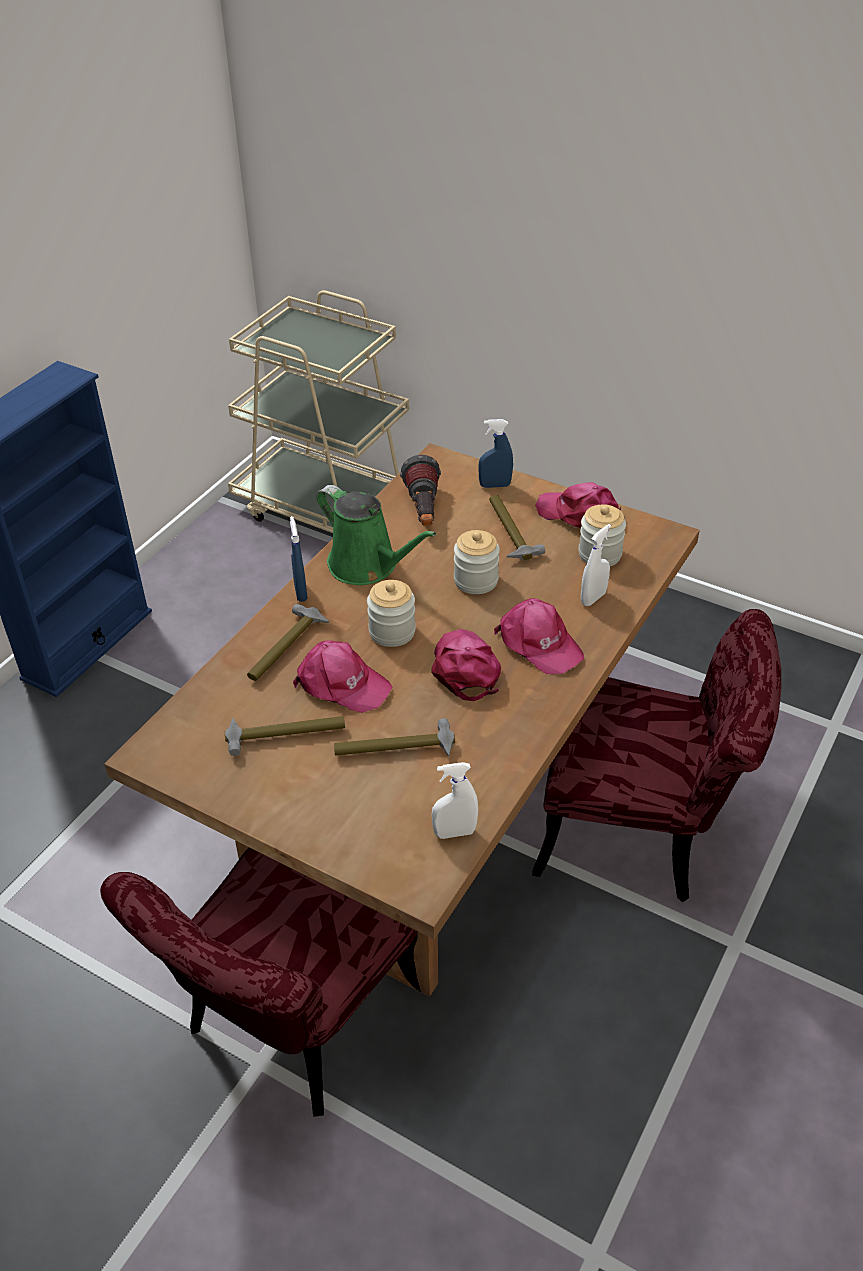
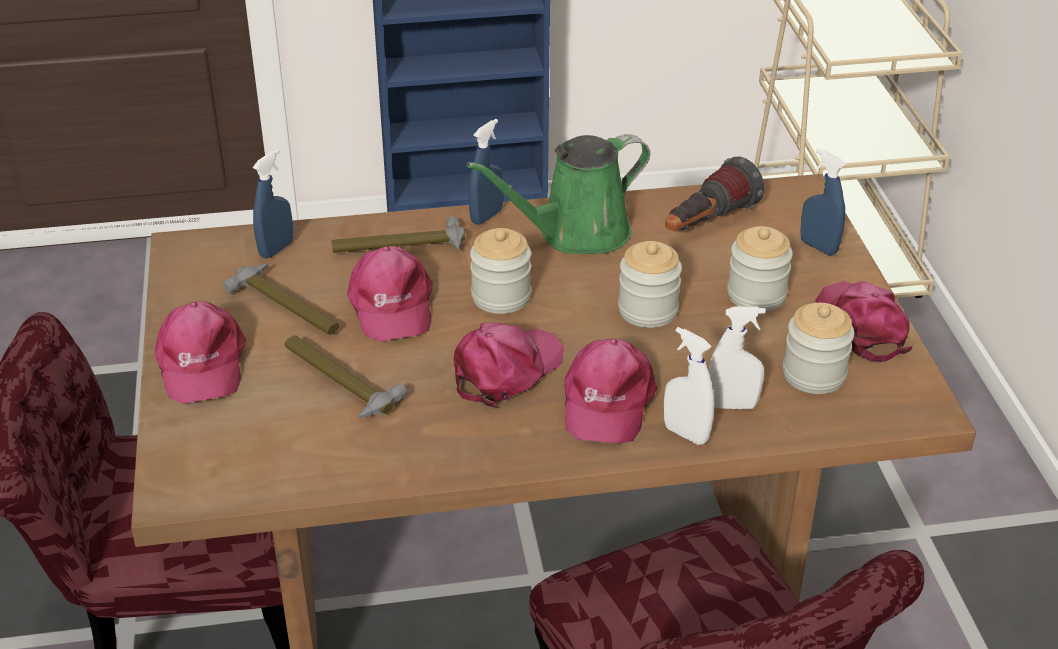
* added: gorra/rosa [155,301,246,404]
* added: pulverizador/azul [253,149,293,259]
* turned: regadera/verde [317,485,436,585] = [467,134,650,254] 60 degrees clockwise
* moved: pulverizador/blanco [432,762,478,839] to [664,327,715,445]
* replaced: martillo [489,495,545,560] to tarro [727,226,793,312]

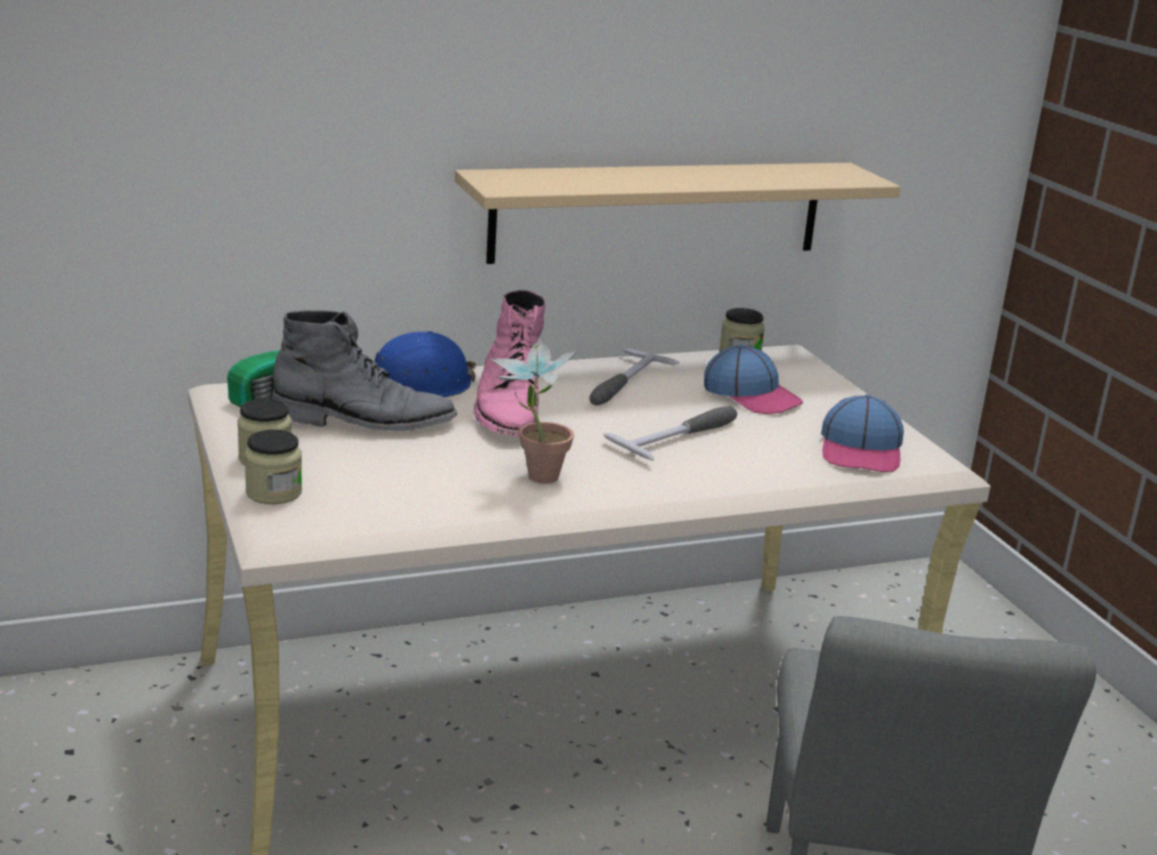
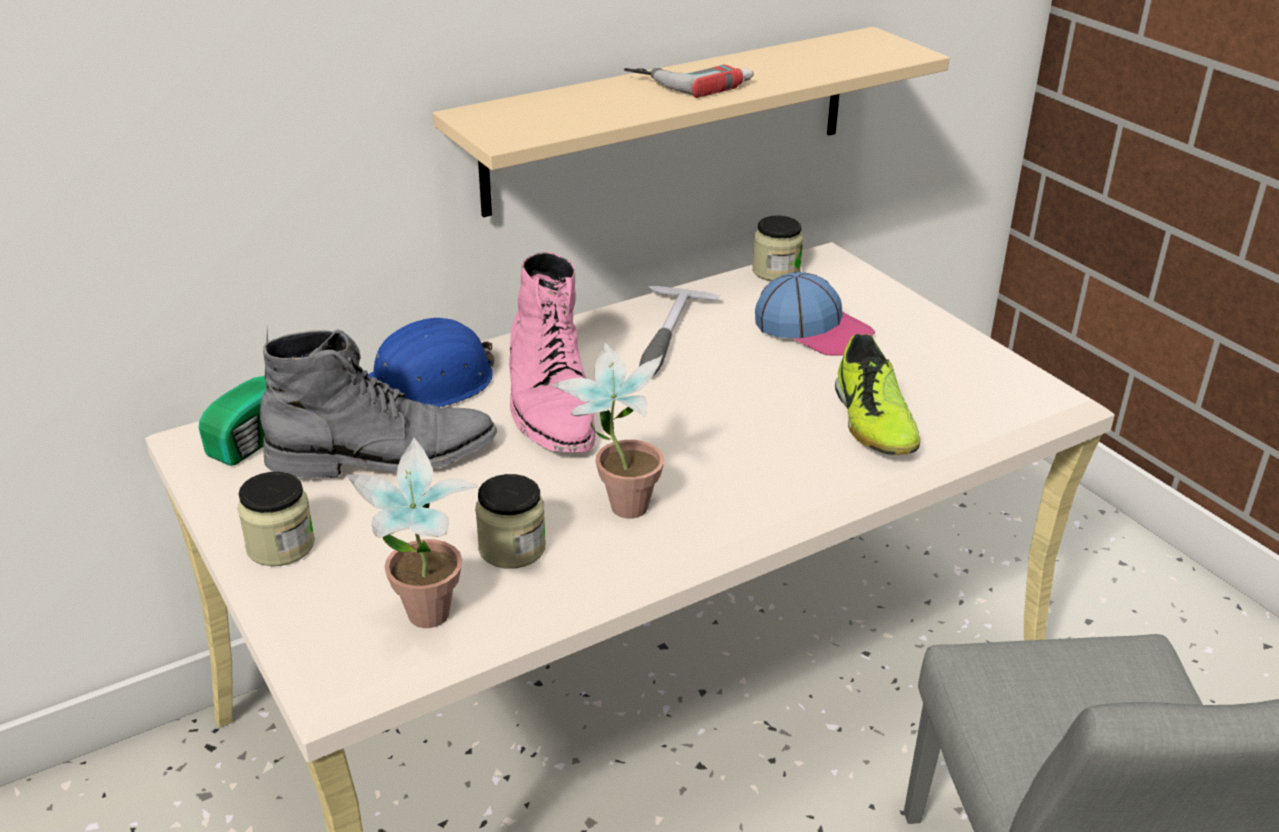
* added: planta en maceta [346,437,479,628]
* moved: tarro [245,430,302,504] to [475,474,546,569]
* added: taladro [624,65,754,98]
* added: zapato [835,334,920,455]
* removed: martillo [603,407,737,461]
* removed: gorra [821,395,904,472]

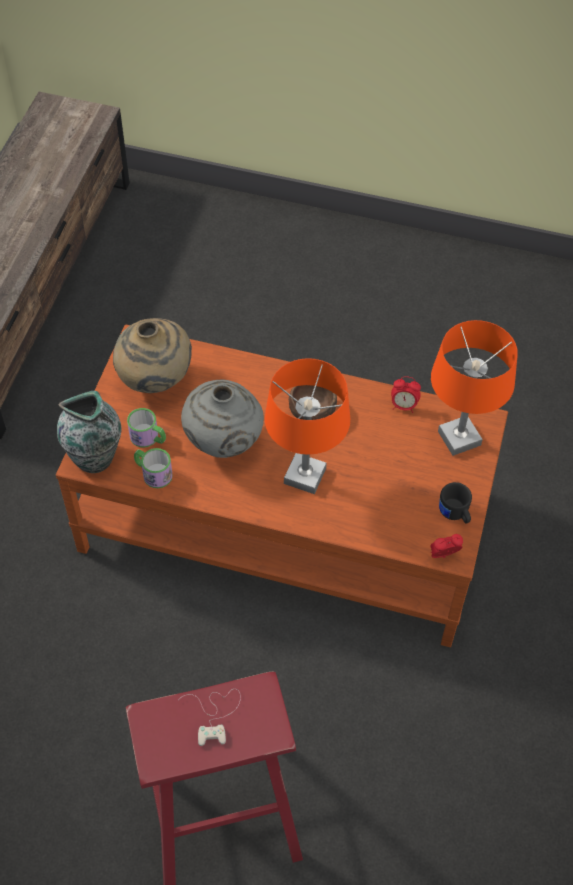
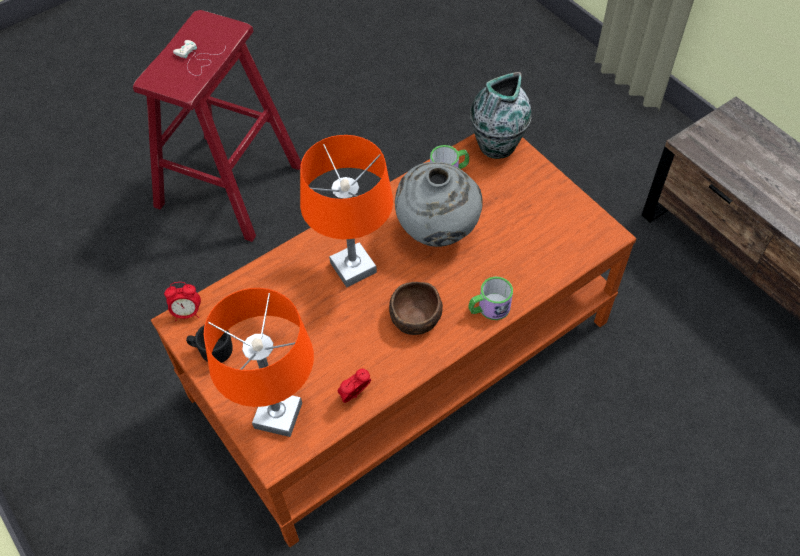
* turned: despertador [430,534,463,558] = [164,282,201,321] 60 degrees clockwise
* moved: taza grande [127,408,166,448] to [469,277,513,320]
* removed: florero/beis [113,318,192,393]

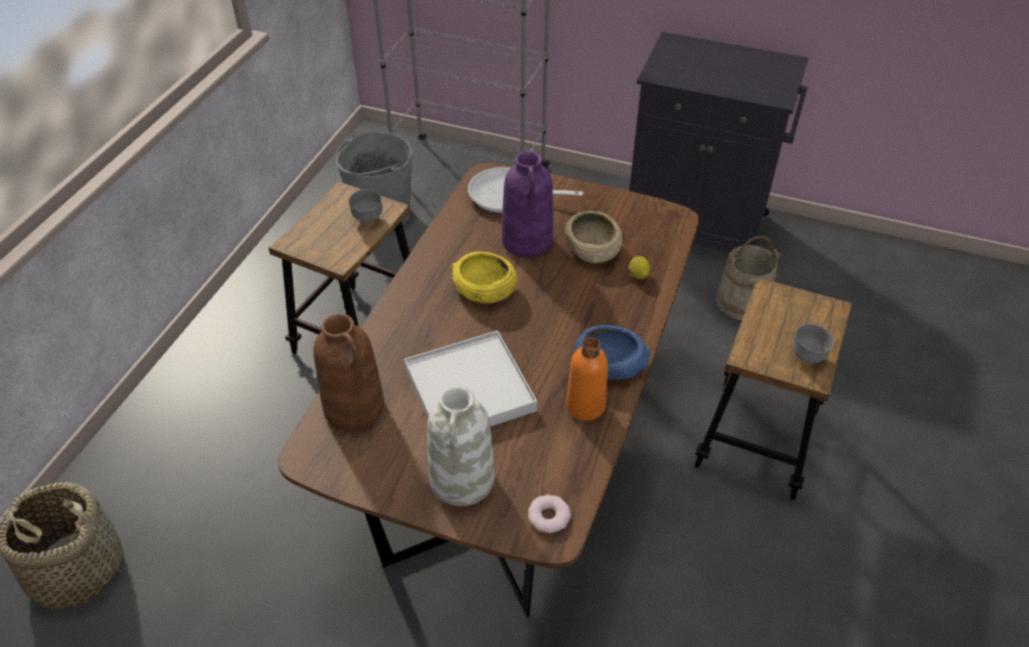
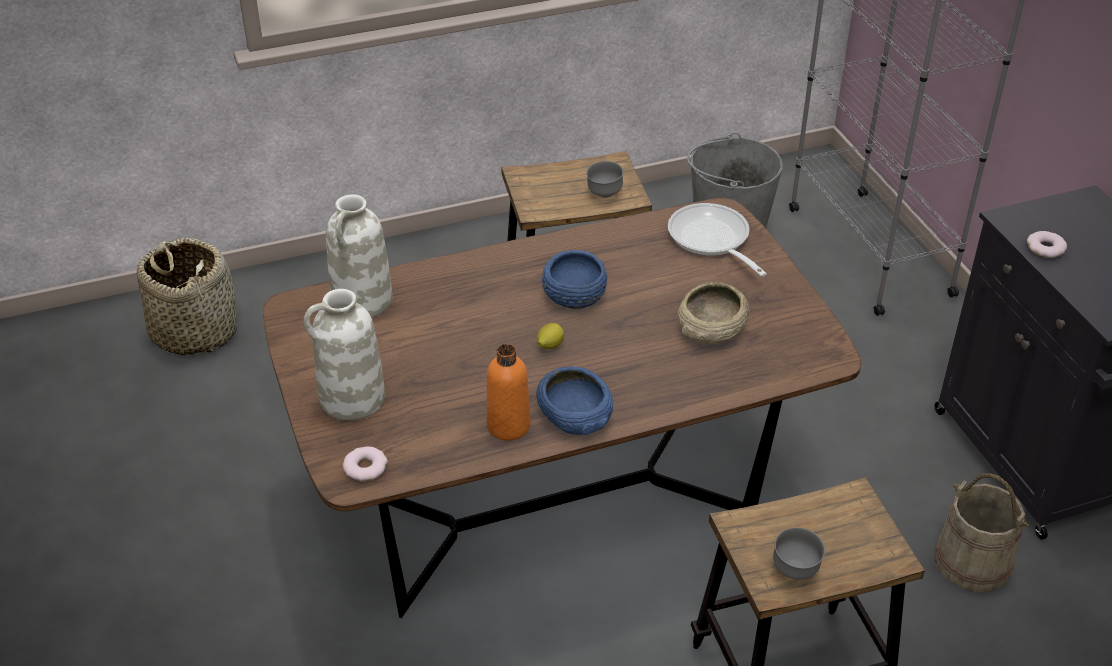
* recoloured: florero/marrón [313,314,384,431] to florero/blanco [326,194,393,318]
* moved: limón [629,256,650,279] to [537,323,564,349]
* recoloured: cuenco/amarillo [452,251,518,304] to cuenco/azul [542,250,607,309]
* added: rosquilla [1027,231,1067,258]
* removed: bandeja/blanco [404,330,537,427]
* removed: florero/morado [502,151,553,258]

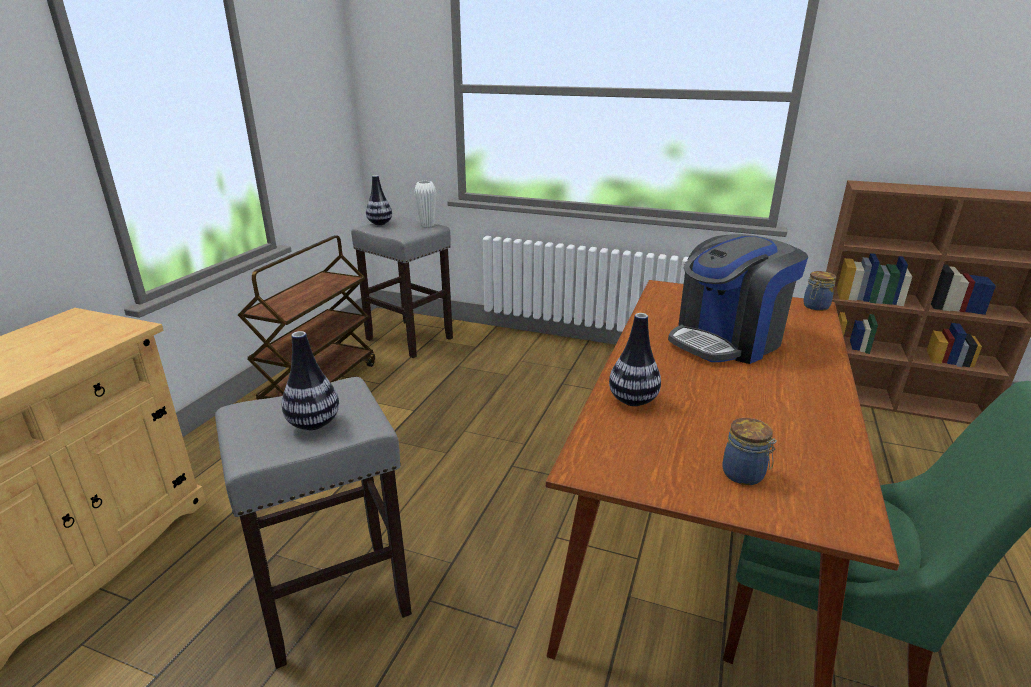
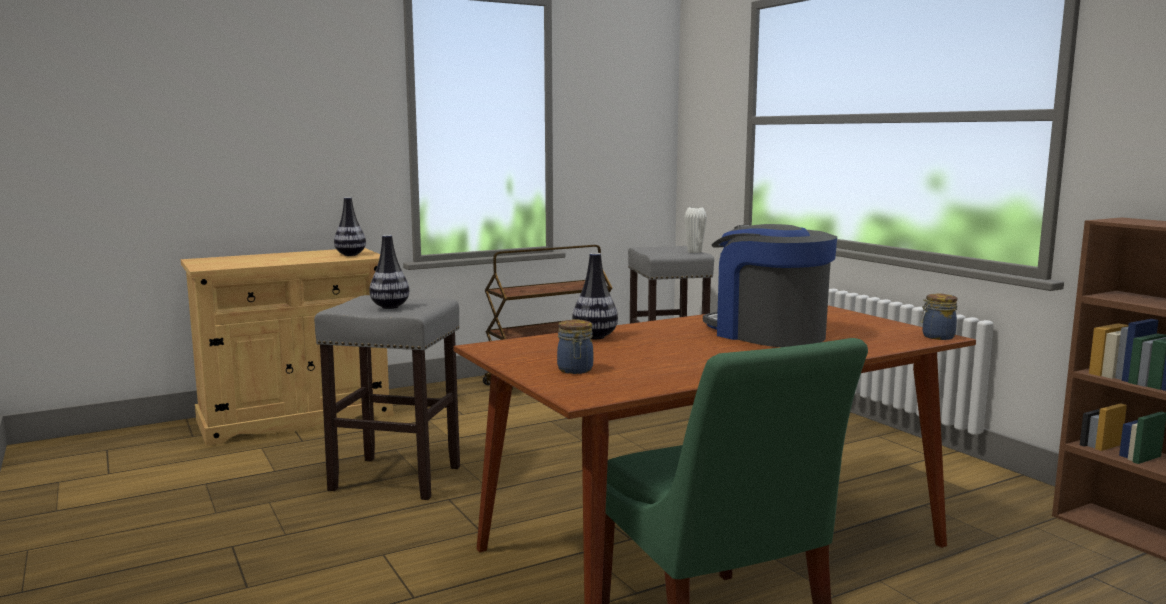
* moved: florero [366,175,392,225] to [334,197,366,256]
* turned: cafetera [668,234,808,364] = [703,224,837,347] 45 degrees clockwise

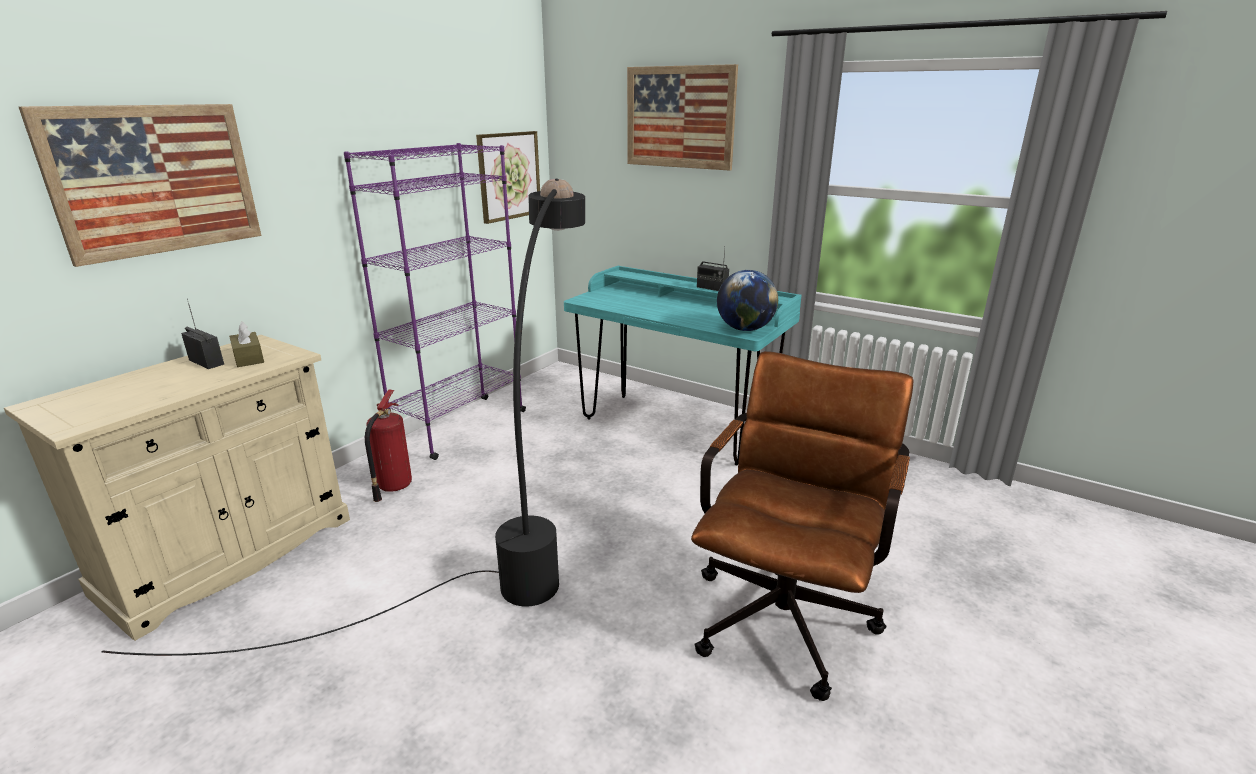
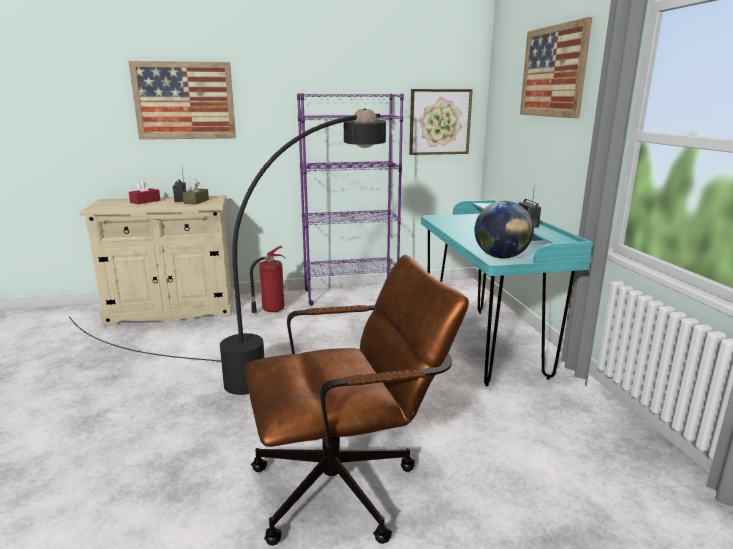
* added: caja de pañuelos/rojo [129,180,160,204]

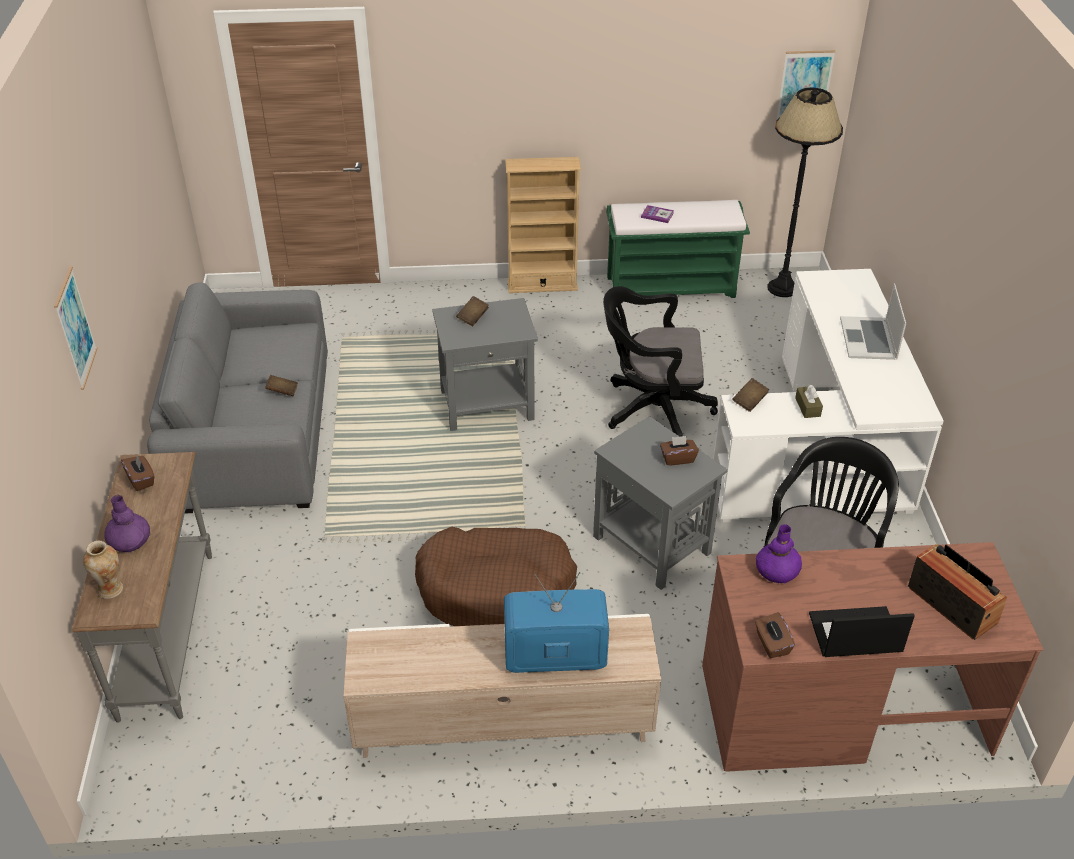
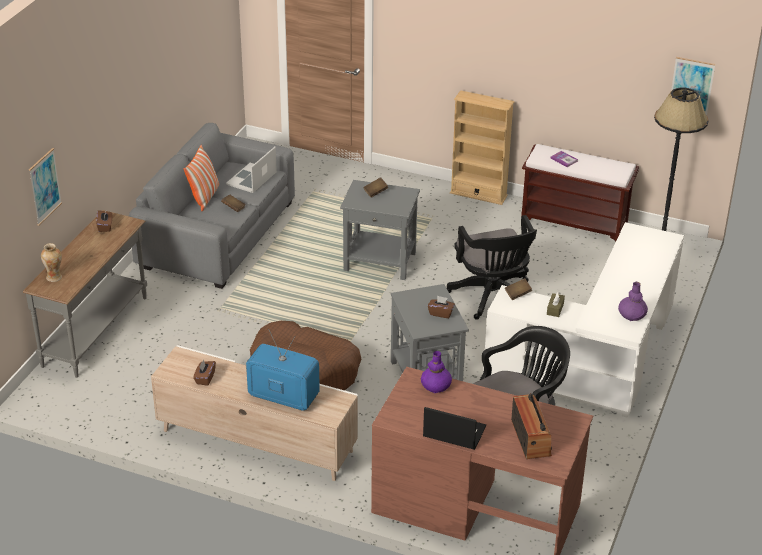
* moved: cuadro [54,266,98,390] to [29,148,62,226]
* added: cojín [184,145,219,211]
* moved: caja de pañuelos/marrón [755,612,795,658] to [193,360,216,386]
* moved: portátil [840,284,906,360] to [226,147,277,193]
* turned: silla de oficina/negro [603,286,718,437] = [447,215,537,320] 135 degrees counterclockwise
* recoloured: banco/verde [606,200,750,298] to banco/marrón [521,144,639,241]
* moved: florero/morado [104,495,150,553] to [618,282,648,321]

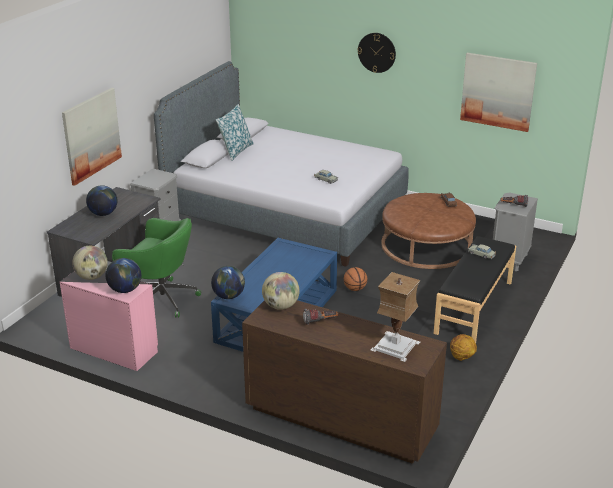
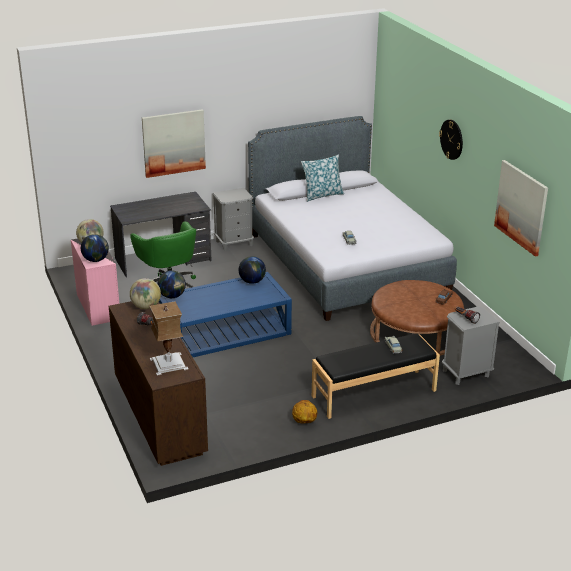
* moved: globo terráqueo [86,185,117,216] to [239,256,266,284]
* removed: balón de baloncesto [344,267,367,291]

